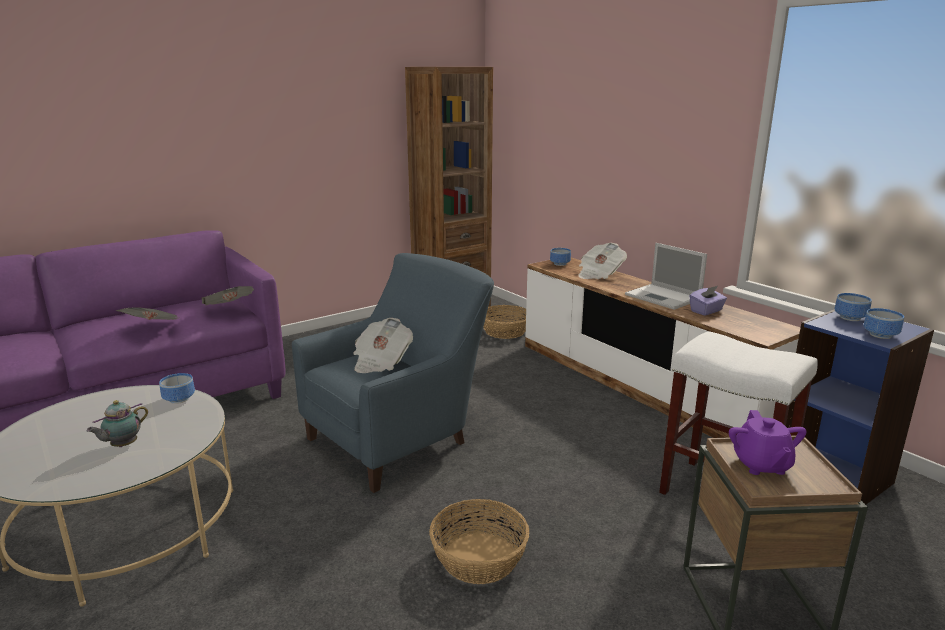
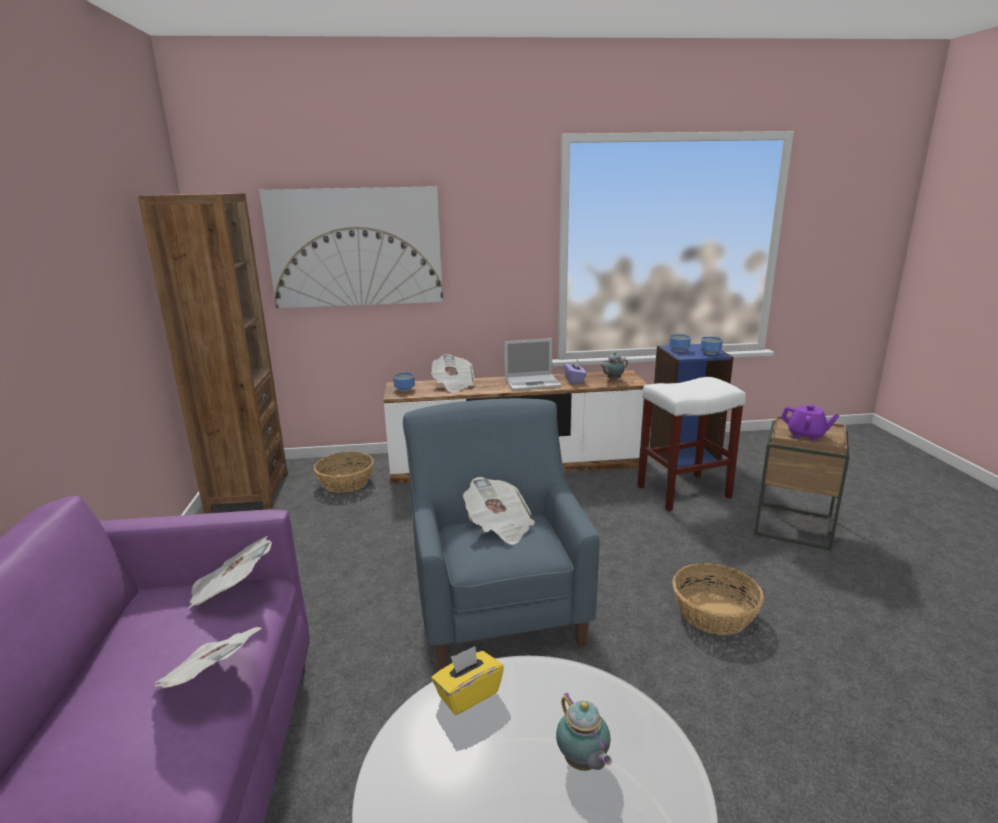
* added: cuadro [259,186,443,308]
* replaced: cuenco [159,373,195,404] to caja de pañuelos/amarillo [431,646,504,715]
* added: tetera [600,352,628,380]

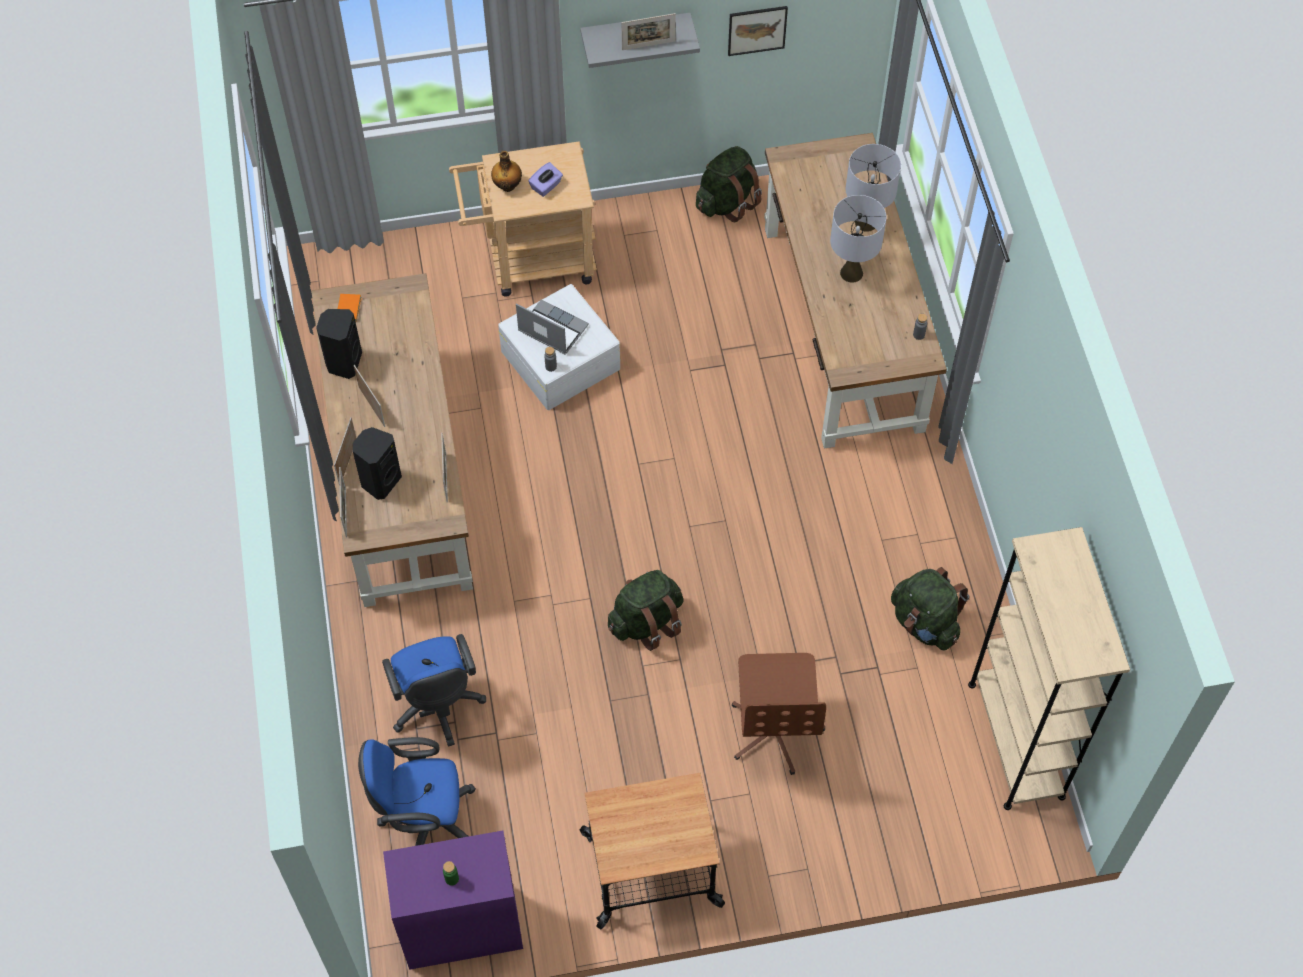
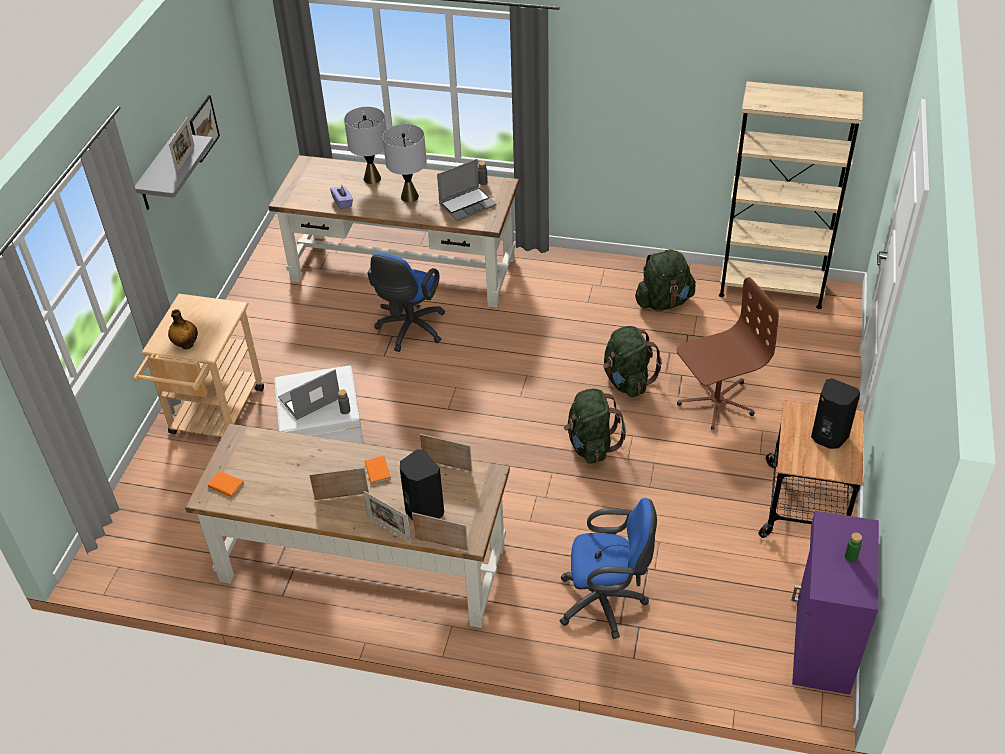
* moved: caja de pañuelos/morado [528,162,563,197] to [330,185,353,210]
* added: libro/naranja [364,456,391,485]
* moved: silla de oficina/azul [358,737,476,846] to [367,253,445,352]
* added: portátil [437,159,497,221]
* moved: mochila/verde [696,146,762,222] to [603,326,662,397]
* turned: silla de oficina/marrón [732,653,826,775] = [676,277,779,430] 45 degrees counterclockwise
* moved: altavoz/negro [316,309,362,379] to [811,378,860,449]

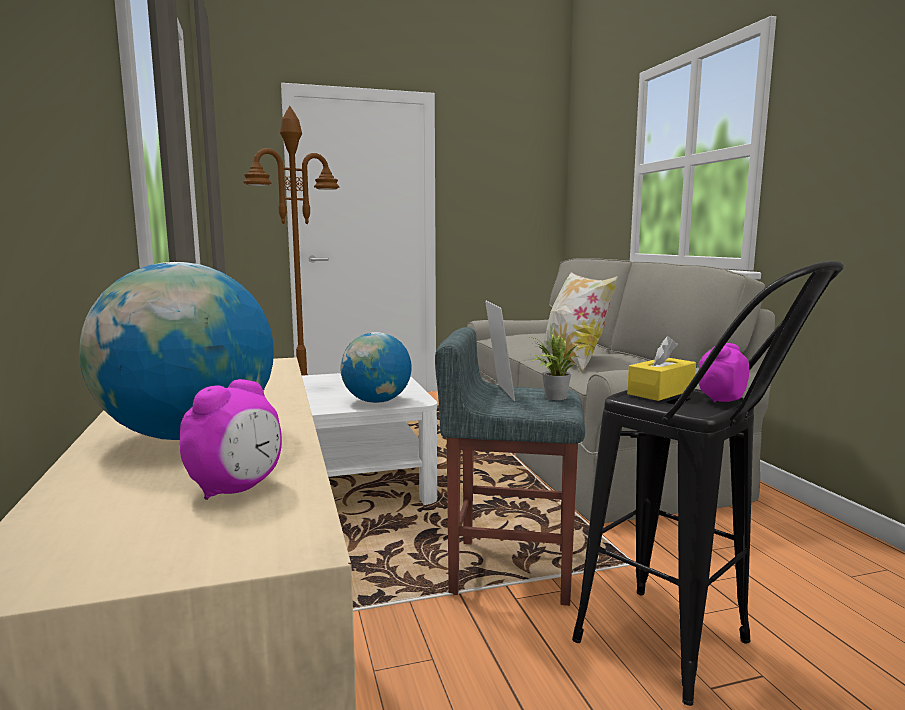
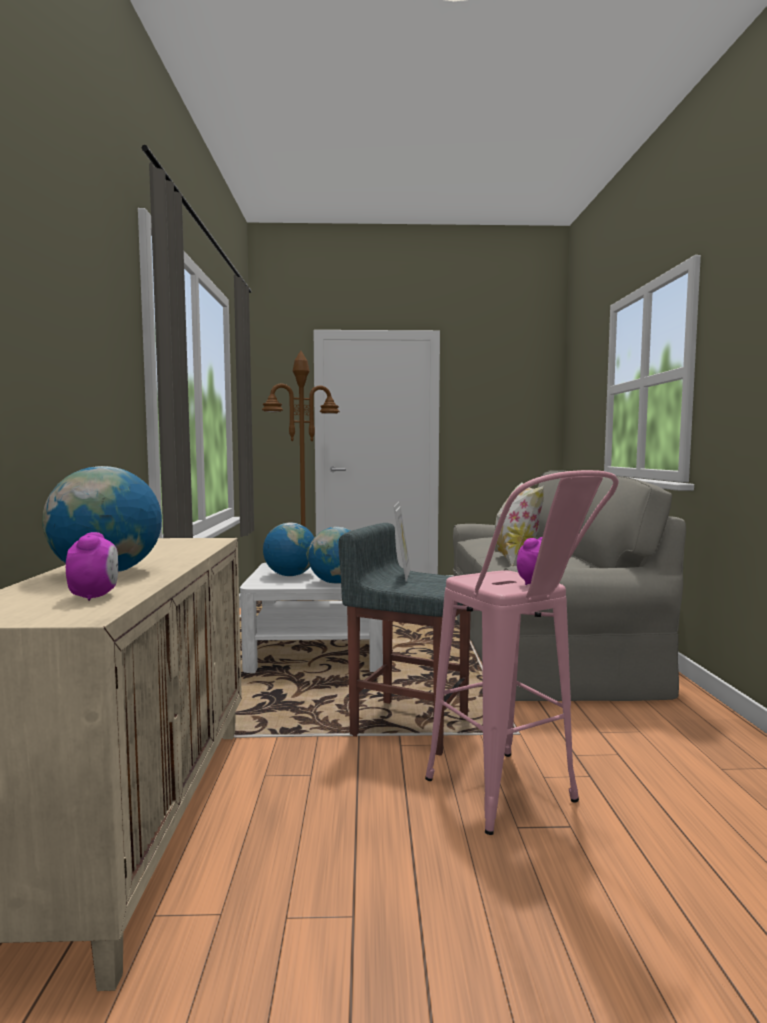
* turned: despertador [180,379,282,500] = [66,532,118,601] 60 degrees counterclockwise
* added: globo terráqueo [263,523,314,576]
* recoloured: taburete/negro [572,261,844,706] to taburete/rosa [425,470,619,835]
* removed: planta en maceta [530,334,580,400]
* removed: caja de pañuelos/amarillo [627,336,696,401]

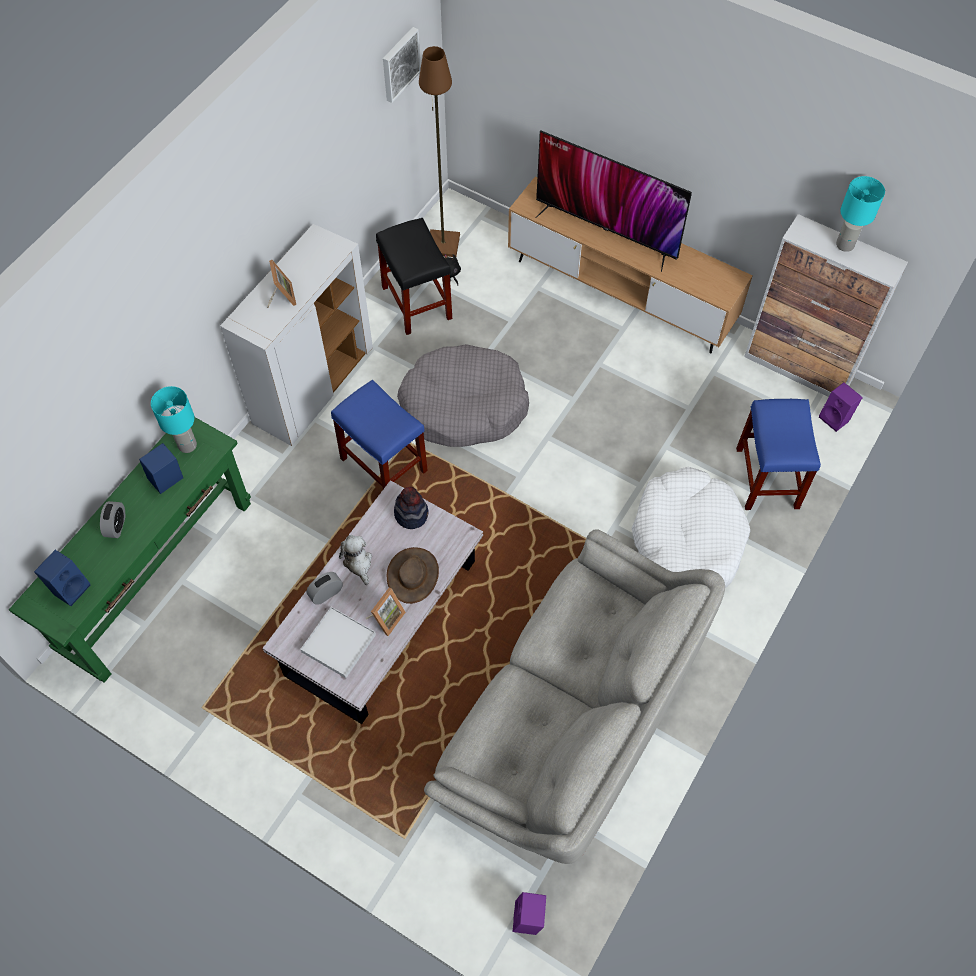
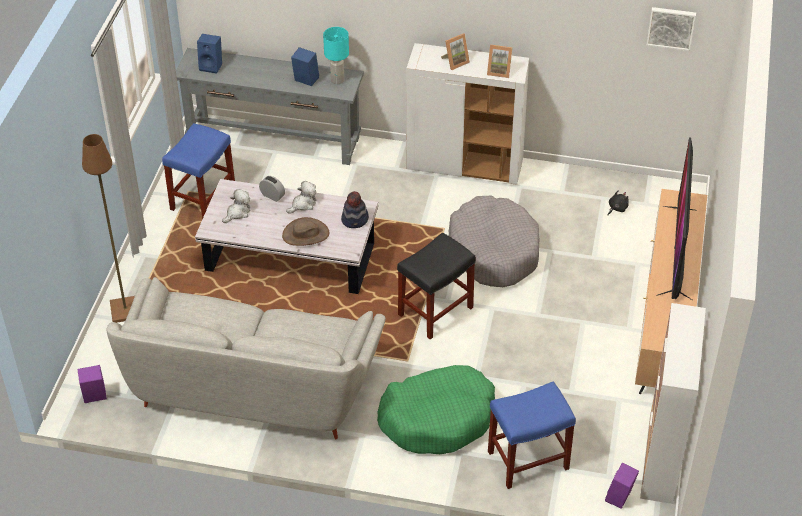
* moved: lámpara de pie/marrón [419,46,460,257] to [82,134,135,323]
* moved: taburete/azul [331,380,428,489] to [162,123,235,218]
* recoloured: mesa consola/verde [9,417,251,683] to mesa consola/gris [176,48,364,165]
* replaced: bandeja/blanco [300,607,376,678] to peluche [222,189,250,223]
* recoloured: cama para perro/blanco [632,467,750,588] to cama para perro/verde [377,365,495,454]
* moved: taburete/negro [376,218,452,335] to [397,232,476,339]
* moved: portarretratos [366,588,406,636] to [487,45,512,78]
* removed: despertador [100,501,125,538]
* removed: lámpara de mesa/turquesa [836,176,885,252]

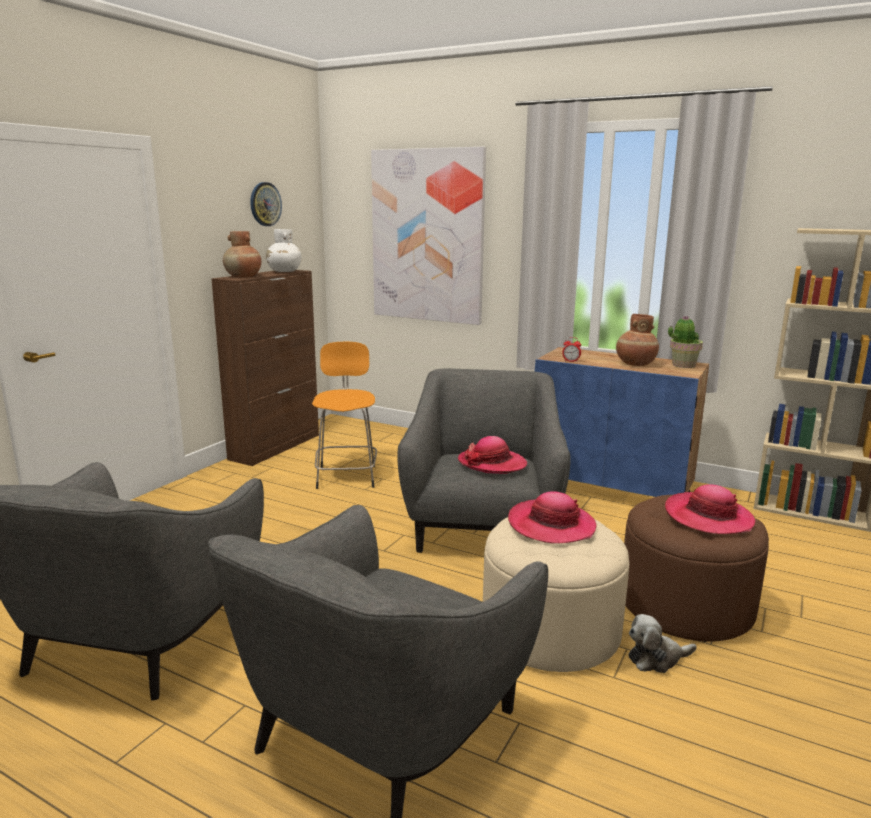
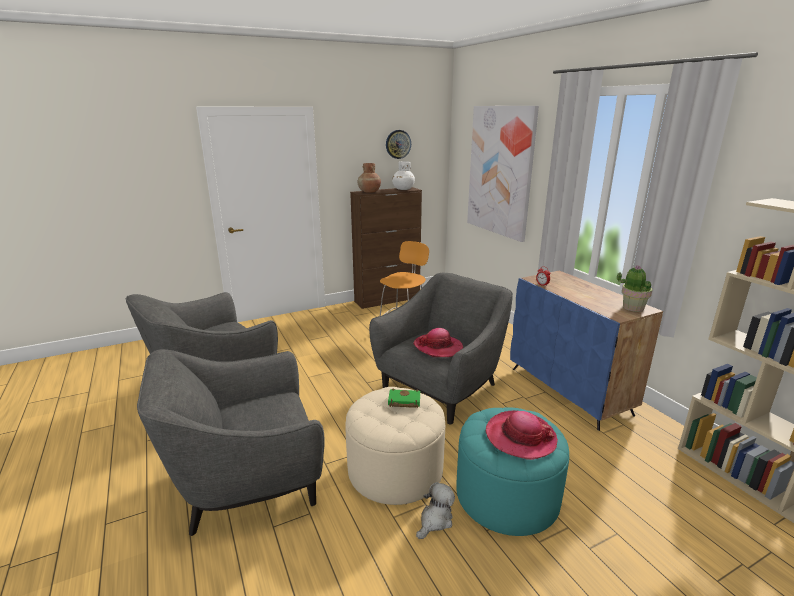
* replaced: sombrero [508,491,597,544] to libro/verde [388,389,420,408]
* turned: peluche [628,614,697,673] = [416,482,455,539] 105 degrees clockwise
* recoloured: puf/marrón [624,495,769,642] to puf/turquesa [456,407,569,536]
* removed: florero/marrón [616,314,659,366]

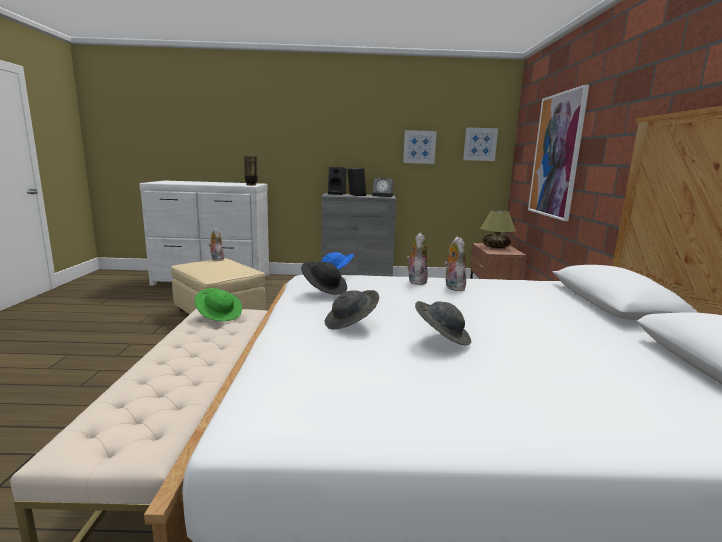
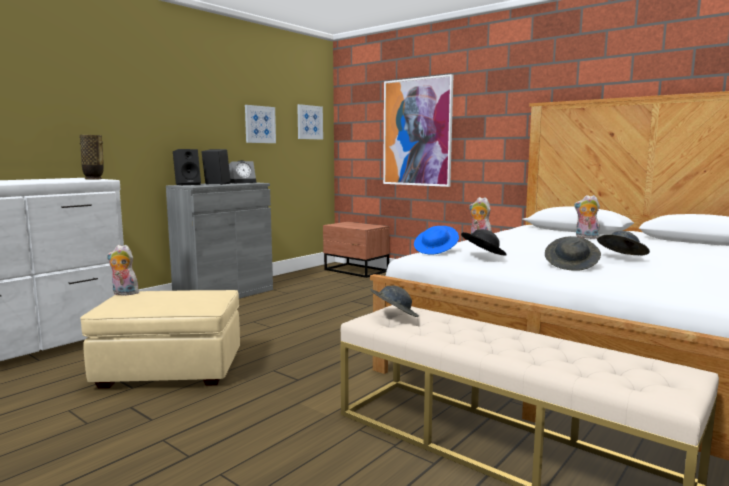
* recoloured: sombrero/verde [195,288,242,321] to sombrero/gris [370,285,419,317]
* moved: peluche [444,236,466,291] to [574,195,600,239]
* removed: lámpara de mesa [481,210,516,248]

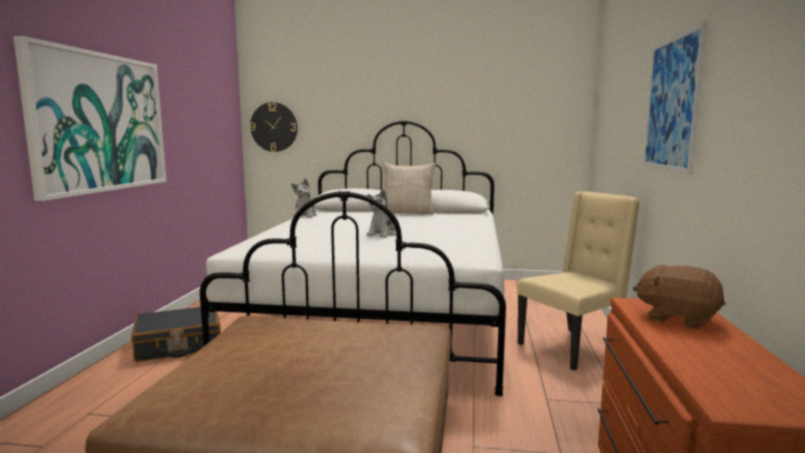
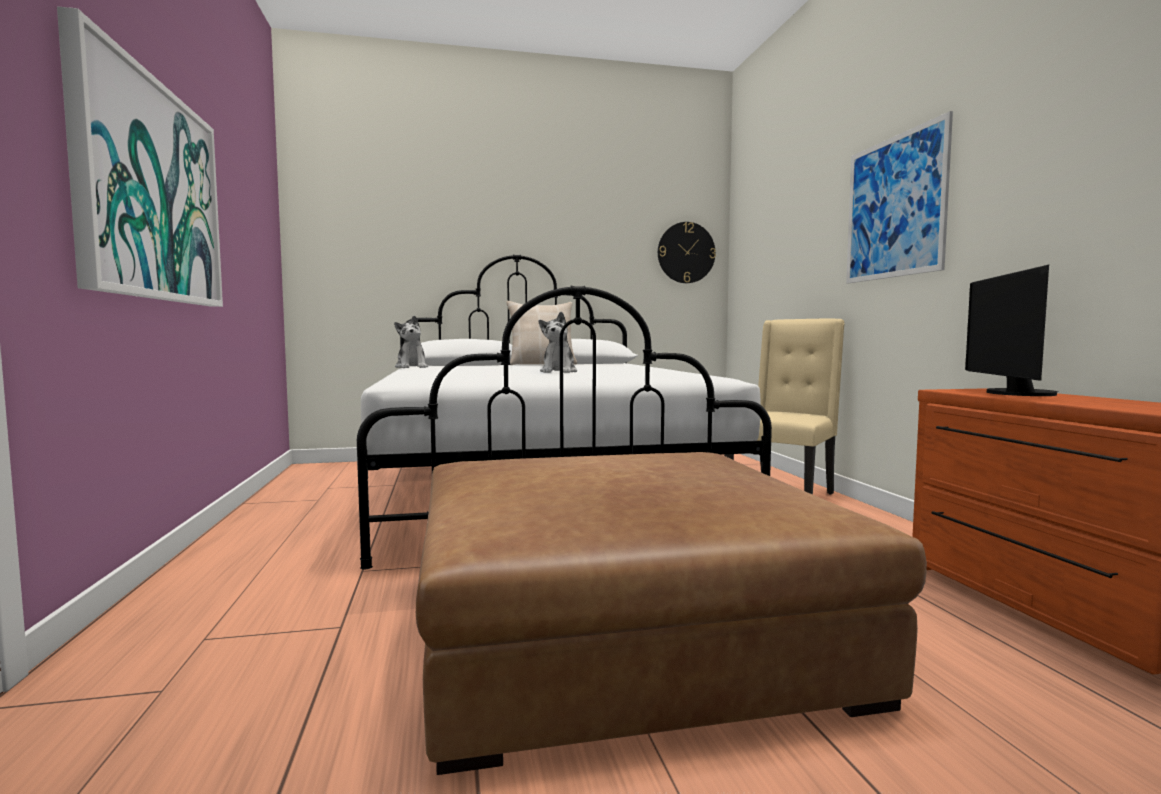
* moved: reloj de pared [250,102,298,152] to [658,222,716,283]
* replaced: peluche/marrón [633,265,725,329] to monitor [965,265,1059,396]
* removed: maleta/negro [131,307,221,362]

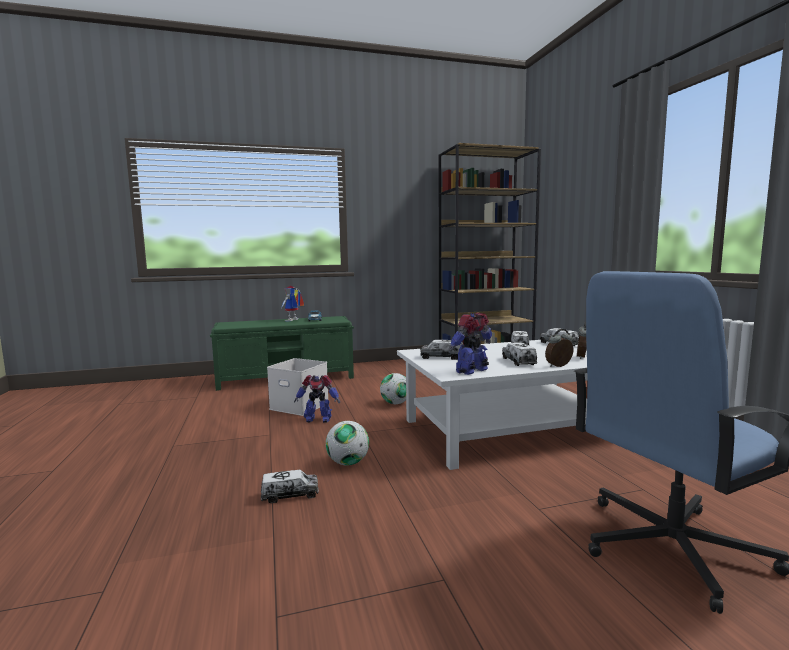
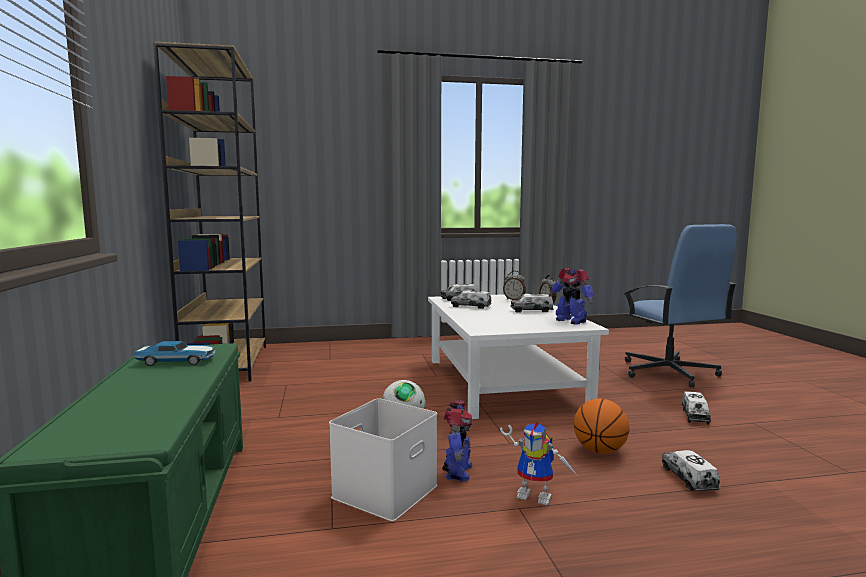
* moved: robot de juguete [281,286,304,321] to [500,422,577,506]
* replaced: balón de fútbol [326,421,369,465] to balón de baloncesto [574,399,629,454]
* moved: camión de juguete [420,340,463,360] to [682,391,711,425]

